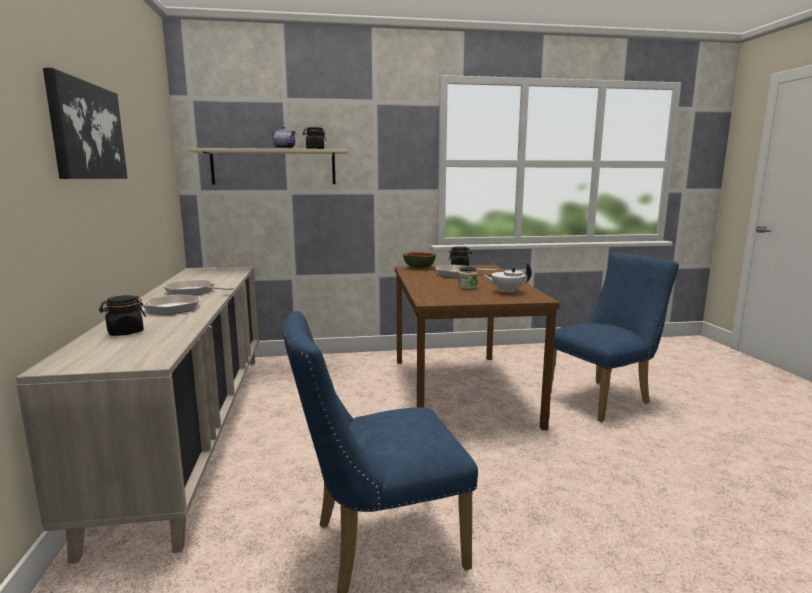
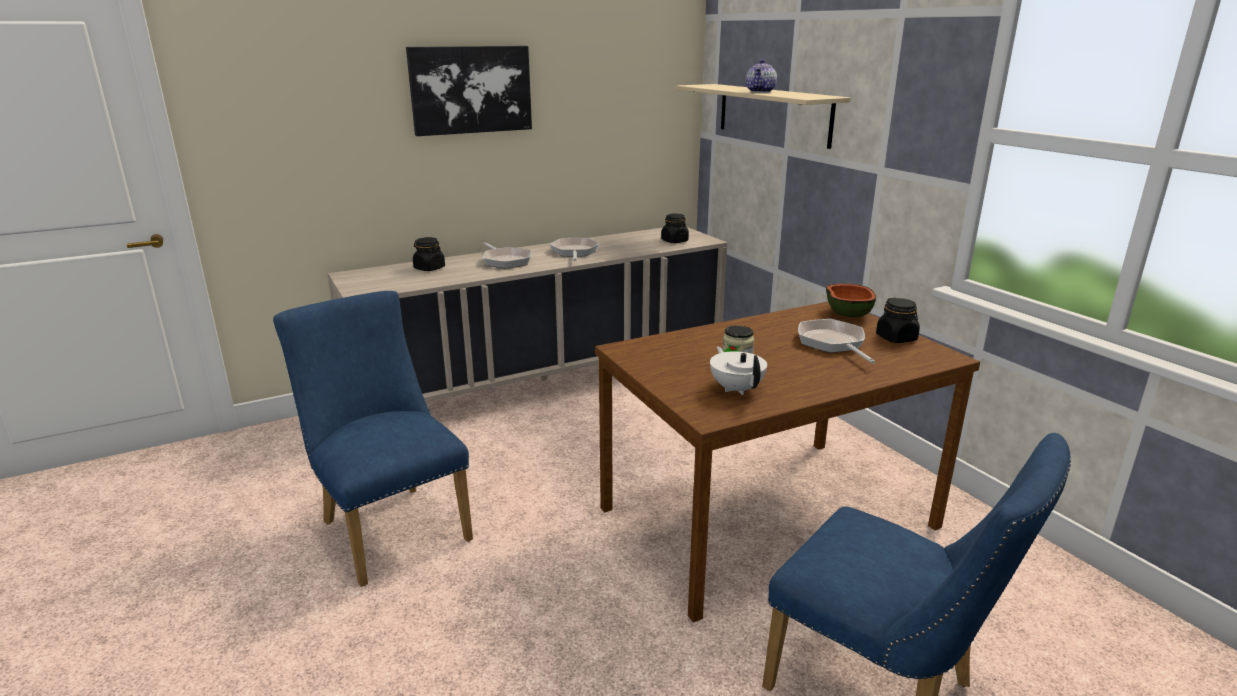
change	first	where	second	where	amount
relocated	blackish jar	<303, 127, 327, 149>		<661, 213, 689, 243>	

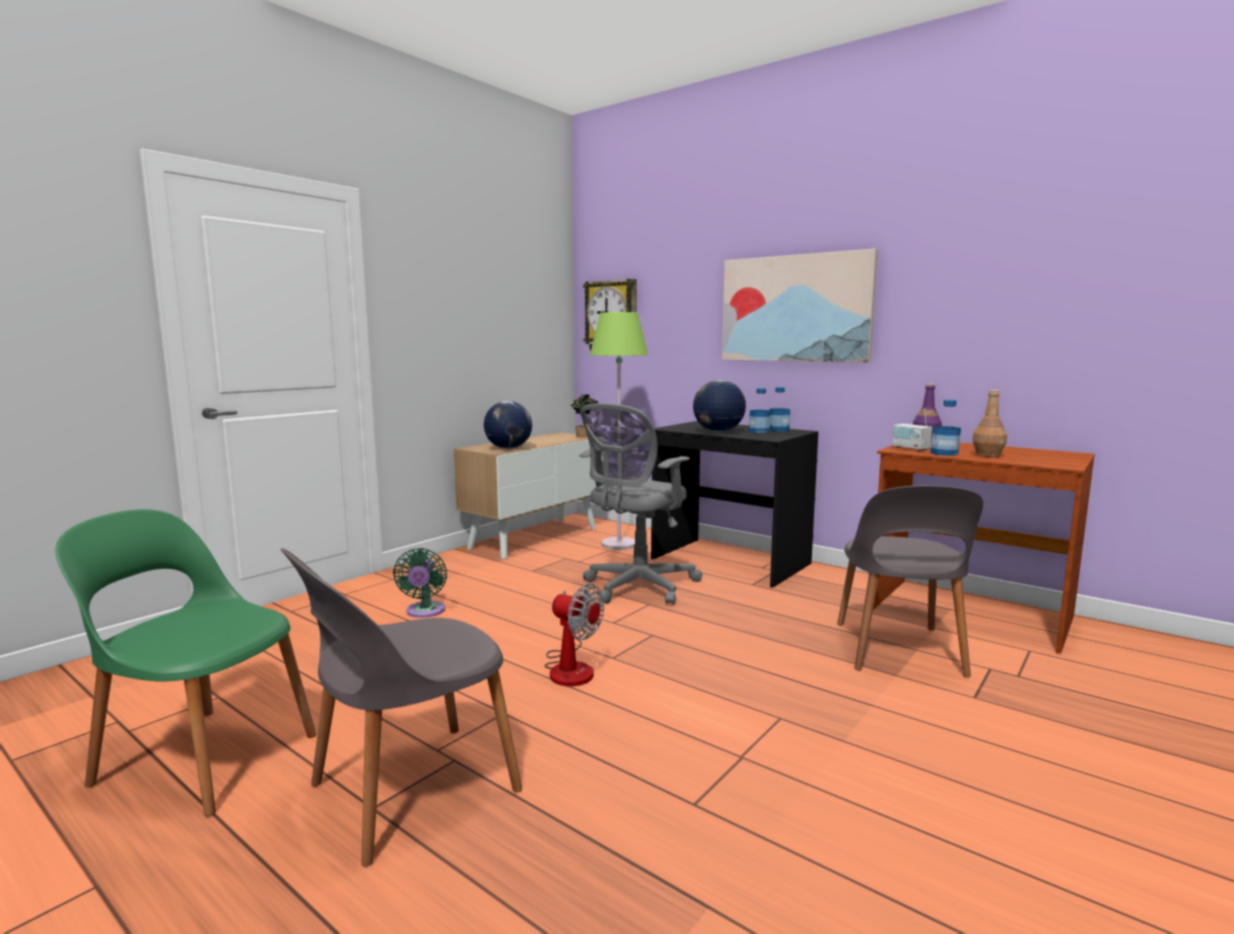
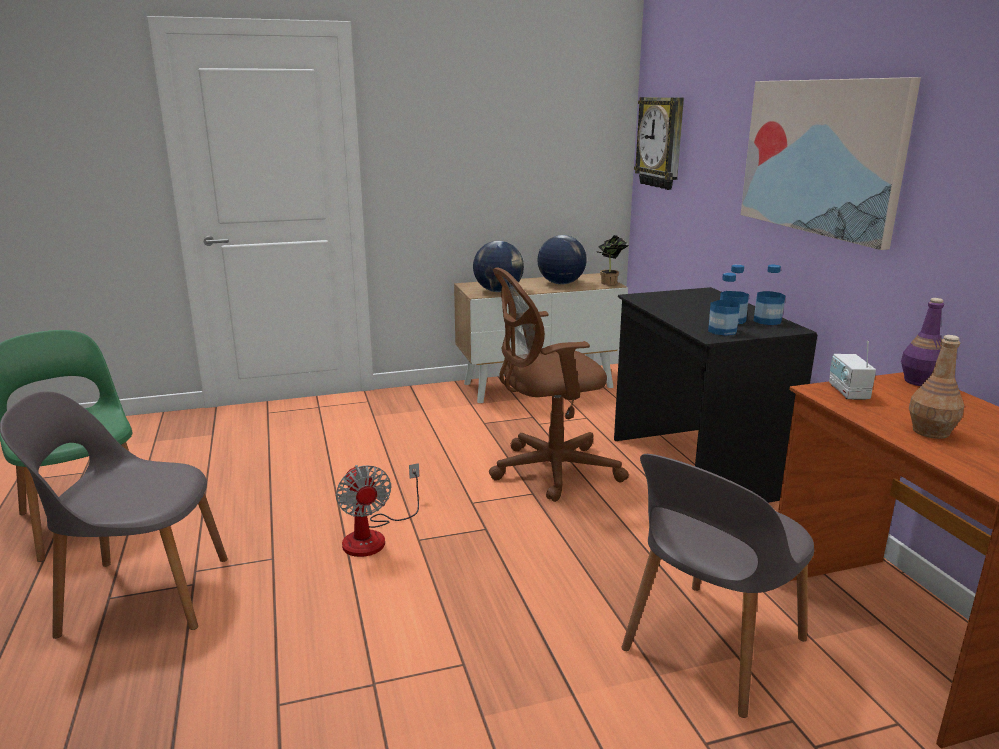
change	first	where	second	where	amount
missing	greenish cooling fan	<393, 548, 447, 618>			
missing	greenish standard lamp	<590, 312, 648, 550>			
relocated	world globe	<693, 380, 746, 432>		<537, 235, 587, 285>	
relocated	beverage bottle	<930, 400, 961, 456>		<708, 273, 740, 336>	
colour	greyish computer chair	<579, 403, 702, 605>	brownish computer chair	<489, 267, 629, 502>	

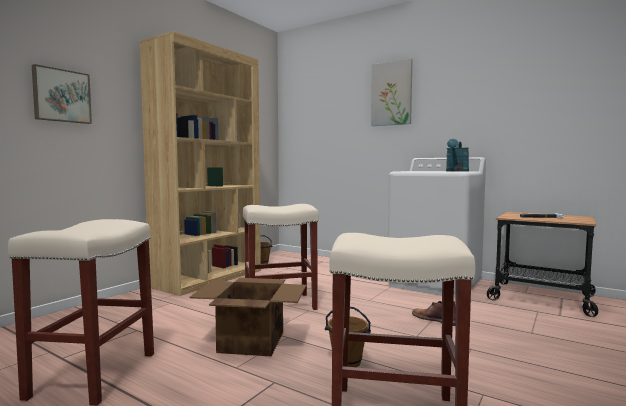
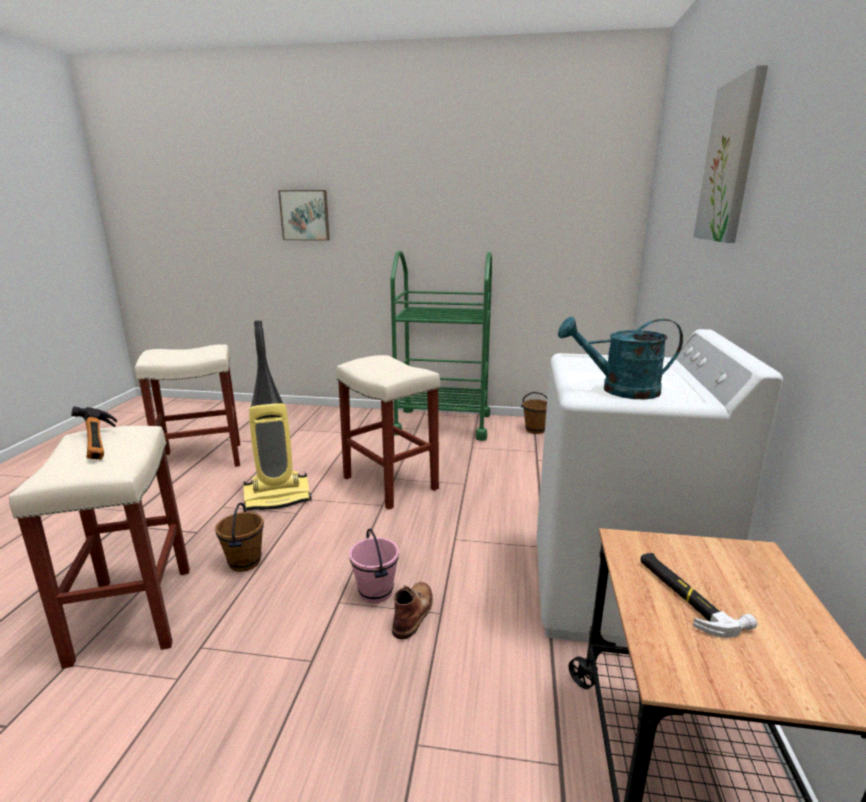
change	first	where	second	where	amount
appeared			hand hammer	<71, 407, 117, 460>	
appeared			pink bucket	<349, 528, 399, 603>	
exchanged	brownish bookcase	<140, 31, 261, 296>	greenish trolley	<390, 251, 492, 441>	
exchanged	carton	<189, 278, 306, 356>	vacuum cleaner	<243, 320, 312, 511>	

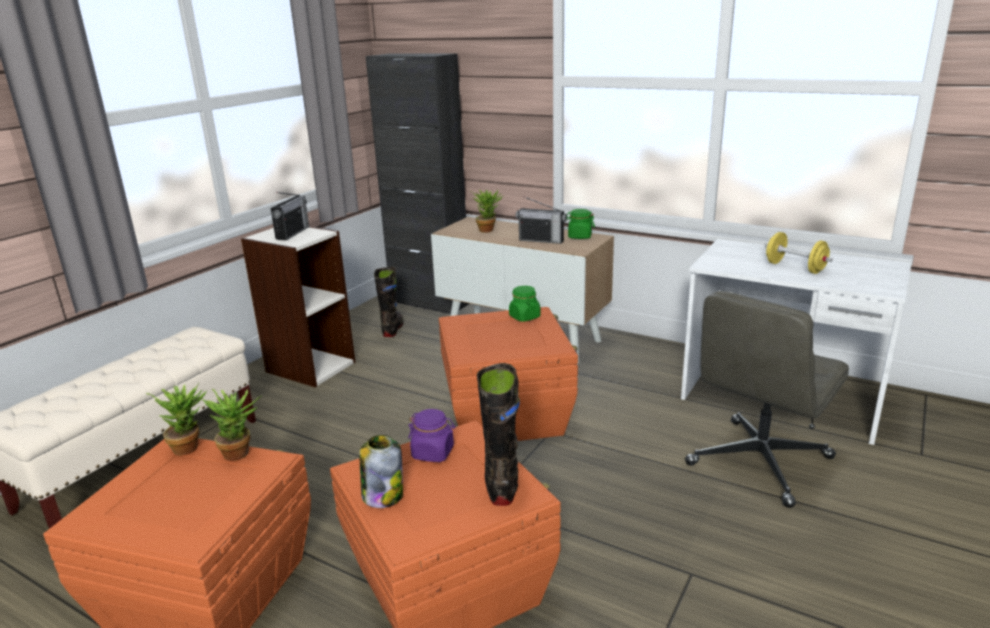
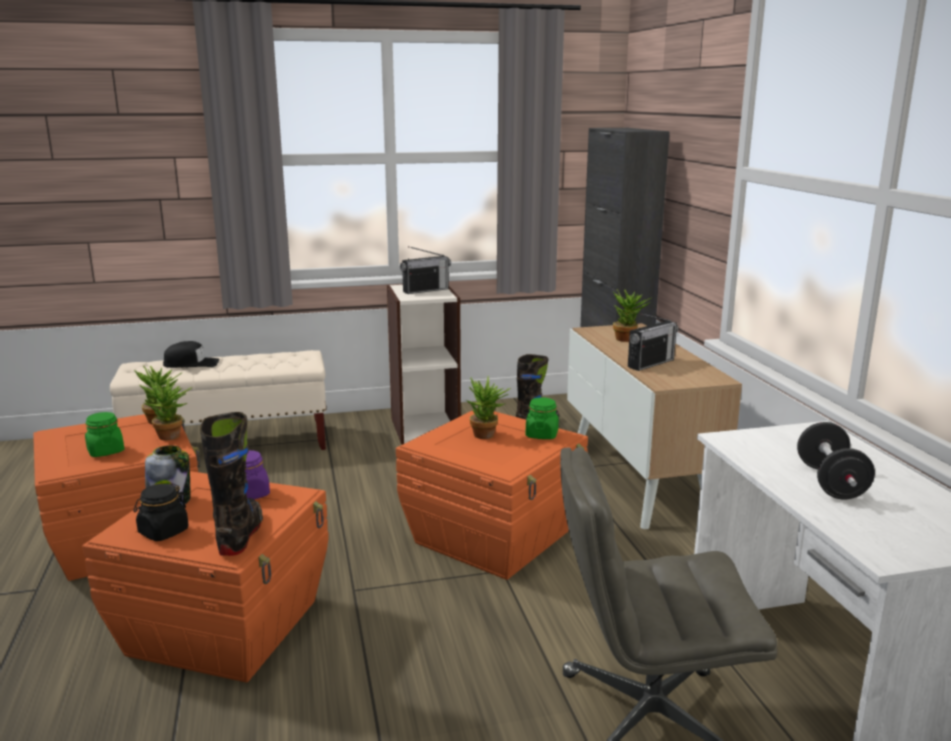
change	first	where	second	where	amount
appeared			blackish jar	<133, 483, 189, 541>	
appeared			blackish cap	<163, 341, 220, 368>	
appeared			plant in a pot	<466, 376, 511, 439>	
relocated	greenish jar	<567, 209, 595, 239>		<85, 412, 124, 457>	
colour	yellow-coloured free weight	<765, 232, 833, 274>	blackish free weight	<797, 422, 875, 500>	
spun	blackish boot	<477, 363, 520, 506>		<200, 412, 263, 556>	45 degrees counterclockwise
spun	radio	<516, 197, 567, 244>		<628, 314, 678, 371>	105 degrees counterclockwise

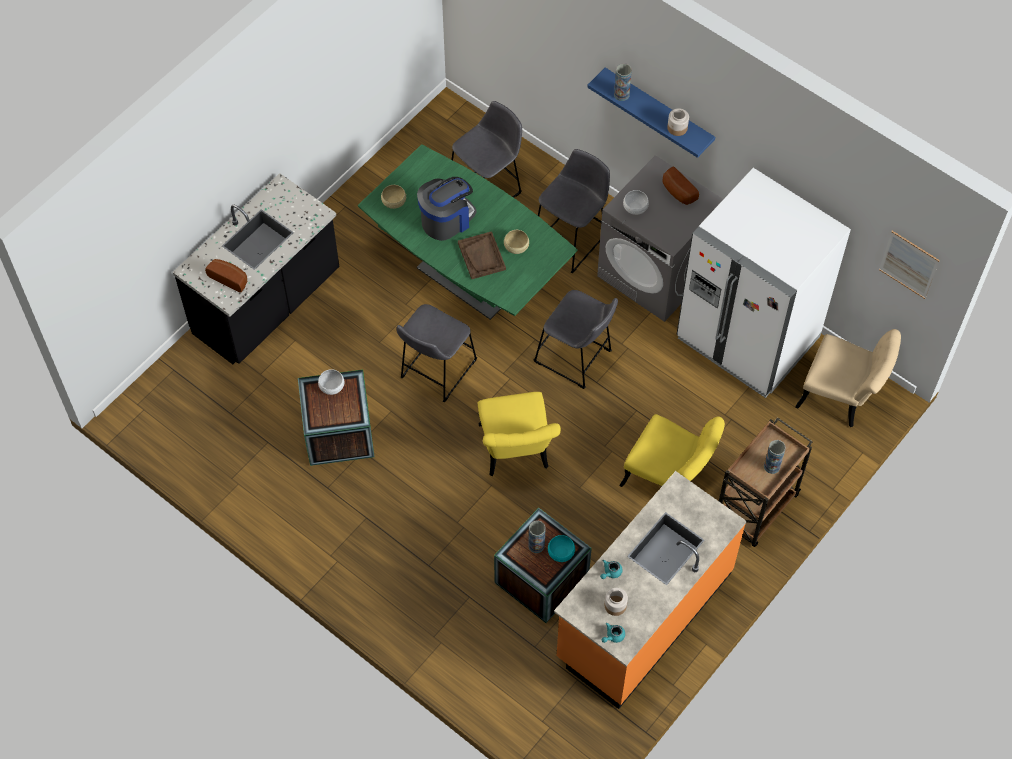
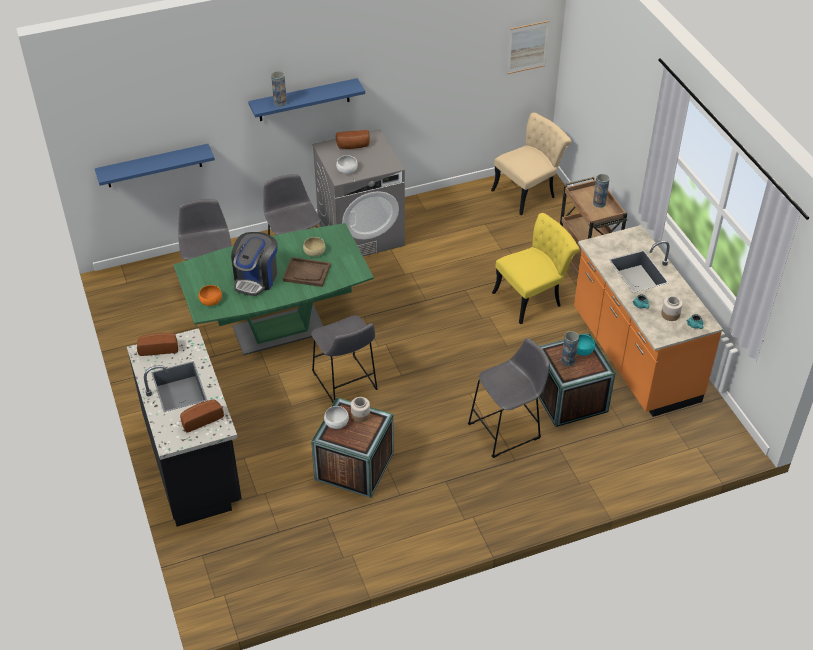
change	first	where	second	where	amount
missing	yellow-coloured chair	<478, 392, 561, 476>			
missing	white-coloured kitchen fridge	<677, 168, 851, 398>			
appeared			bluish shelf	<95, 144, 215, 187>	
appeared			bread	<137, 333, 178, 356>	
relocated	greyish stool seat	<534, 290, 618, 389>		<468, 338, 550, 458>	
relocated	jar	<667, 108, 689, 136>		<351, 397, 370, 422>	
colour	beige-coloured serving bowl	<381, 185, 406, 209>	orange serving bowl	<199, 285, 222, 306>	
spun	coffee machine	<417, 177, 477, 241>		<231, 232, 278, 296>	150 degrees counterclockwise

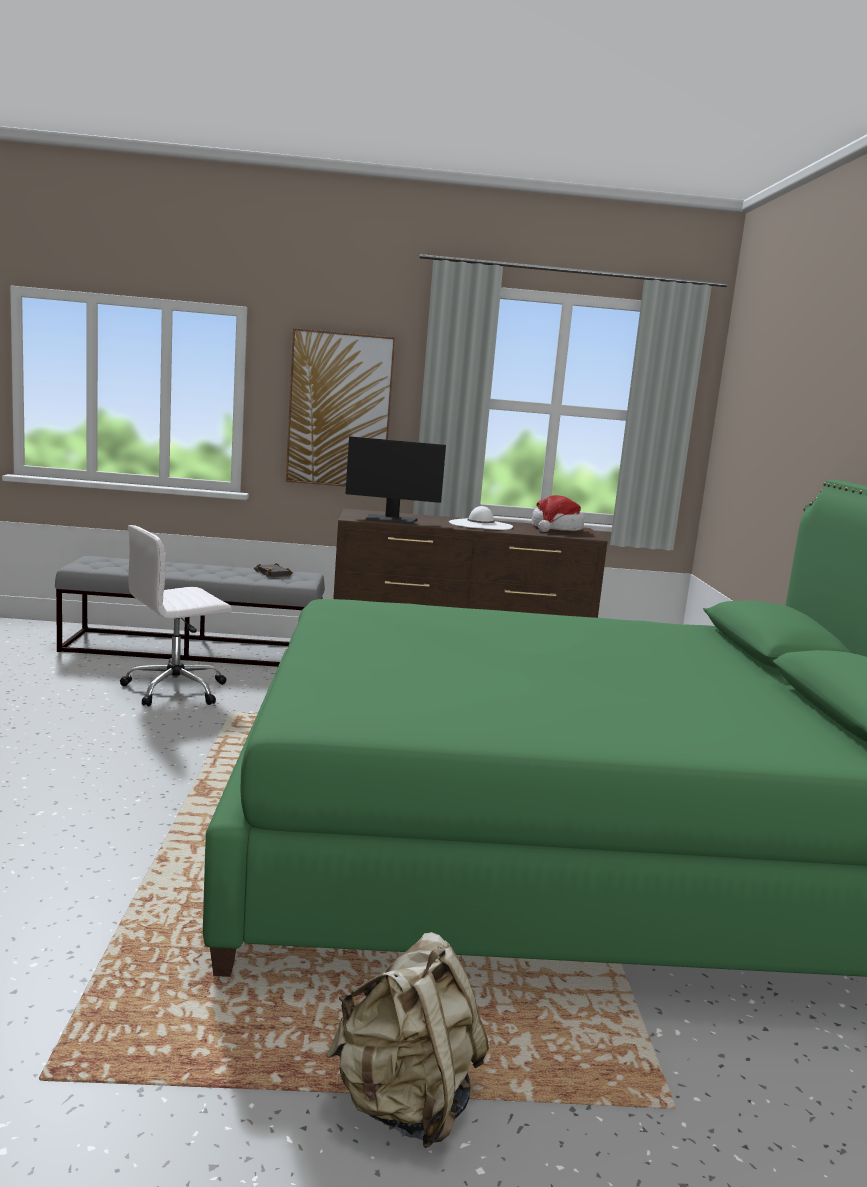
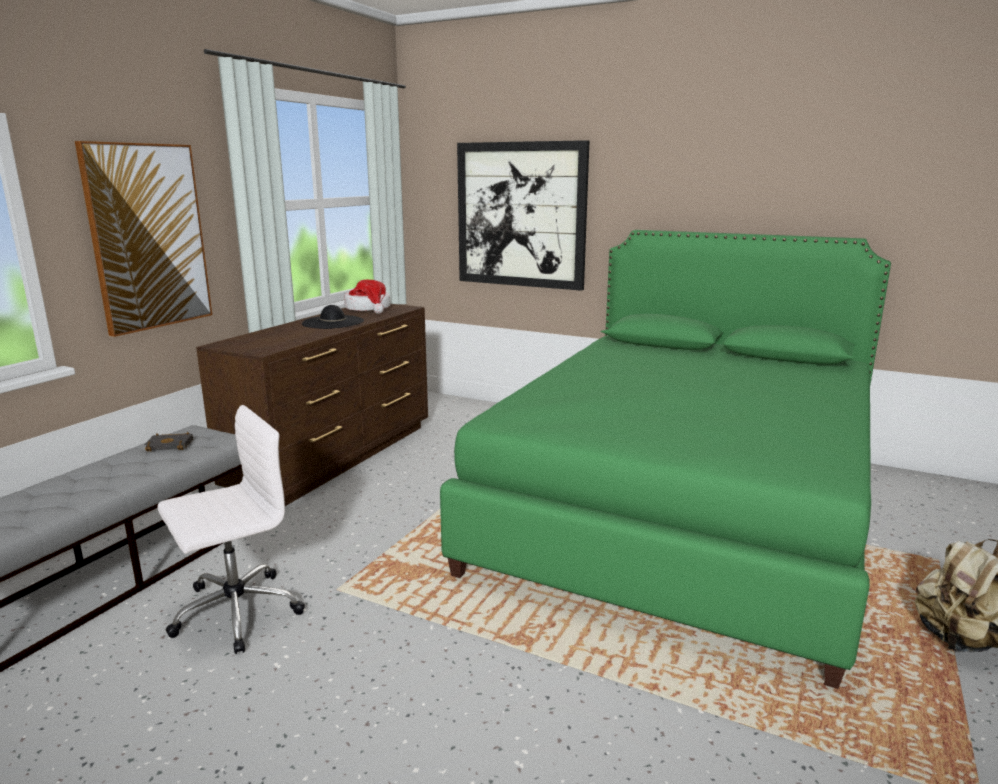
change	first	where	second	where	amount
missing	computer screen	<345, 436, 446, 525>			
appeared			wall picture	<457, 140, 589, 291>	
colour	white-coloured hat	<449, 506, 513, 530>	blackish hat	<302, 305, 364, 329>	
spun	white-coloured computer chair	<120, 525, 232, 706>		<157, 405, 305, 654>	120 degrees counterclockwise

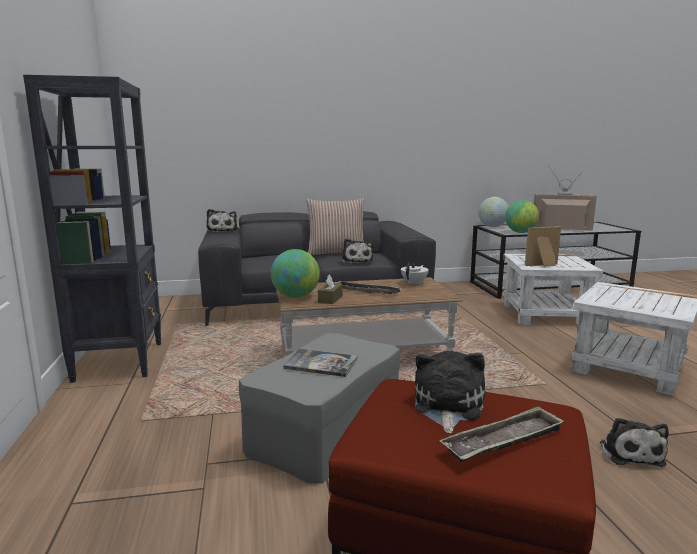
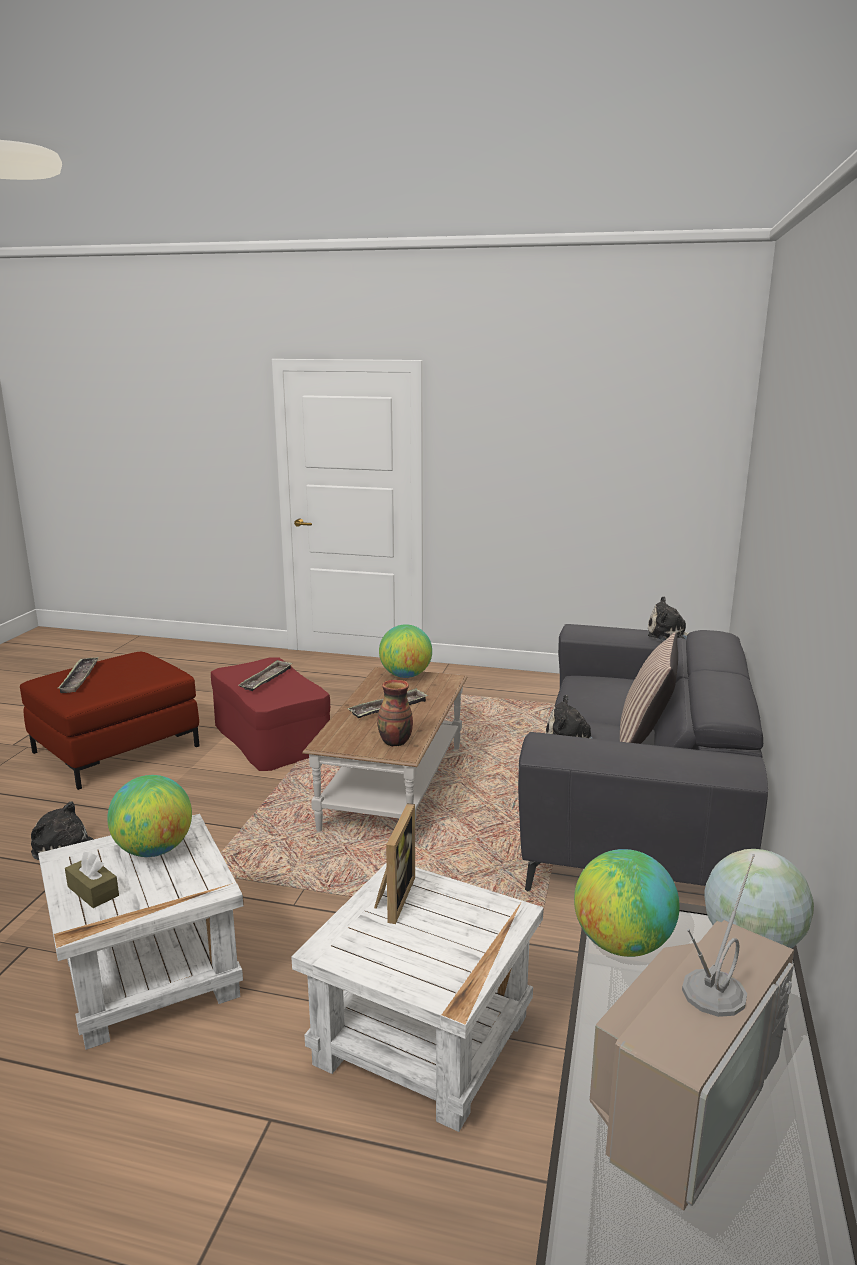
change	first	where	second	where	amount
missing	blackish bookcase	<23, 75, 162, 383>			
missing	plush toy	<415, 351, 485, 433>			
appeared			world globe	<107, 775, 192, 857>	
relocated	brownish tissue box	<318, 275, 343, 304>		<65, 852, 119, 908>	
exchanged	bound book	<283, 349, 358, 377>	carrying tray	<239, 660, 292, 691>	
exchanged	white-coloured teapot	<401, 262, 429, 285>	decorative vase	<377, 680, 413, 747>	
colour	greyish pouffe	<239, 333, 400, 484>	reddish pouffe	<211, 657, 330, 771>	

